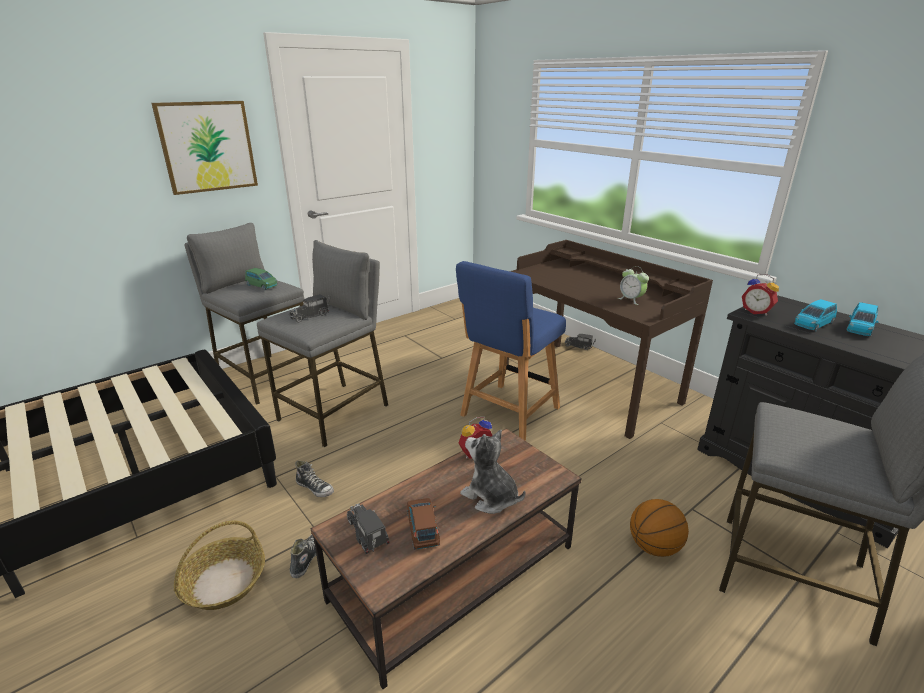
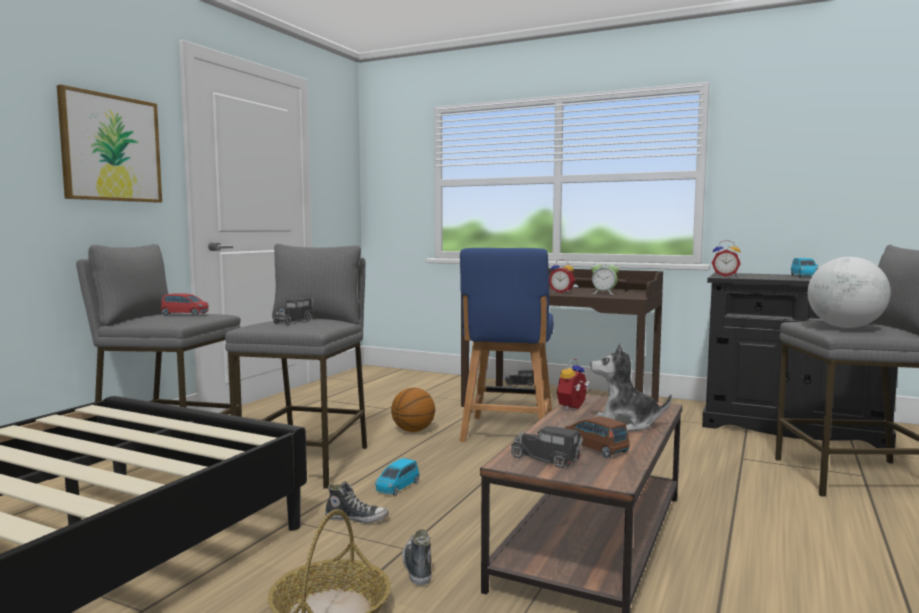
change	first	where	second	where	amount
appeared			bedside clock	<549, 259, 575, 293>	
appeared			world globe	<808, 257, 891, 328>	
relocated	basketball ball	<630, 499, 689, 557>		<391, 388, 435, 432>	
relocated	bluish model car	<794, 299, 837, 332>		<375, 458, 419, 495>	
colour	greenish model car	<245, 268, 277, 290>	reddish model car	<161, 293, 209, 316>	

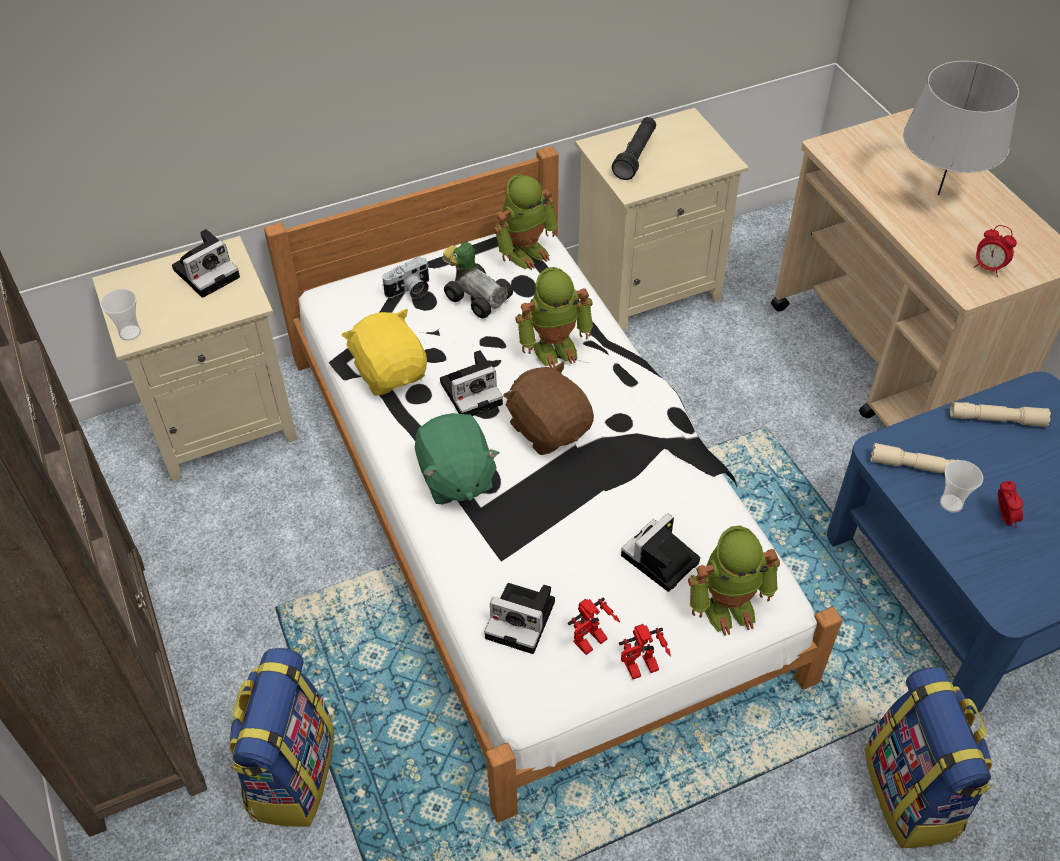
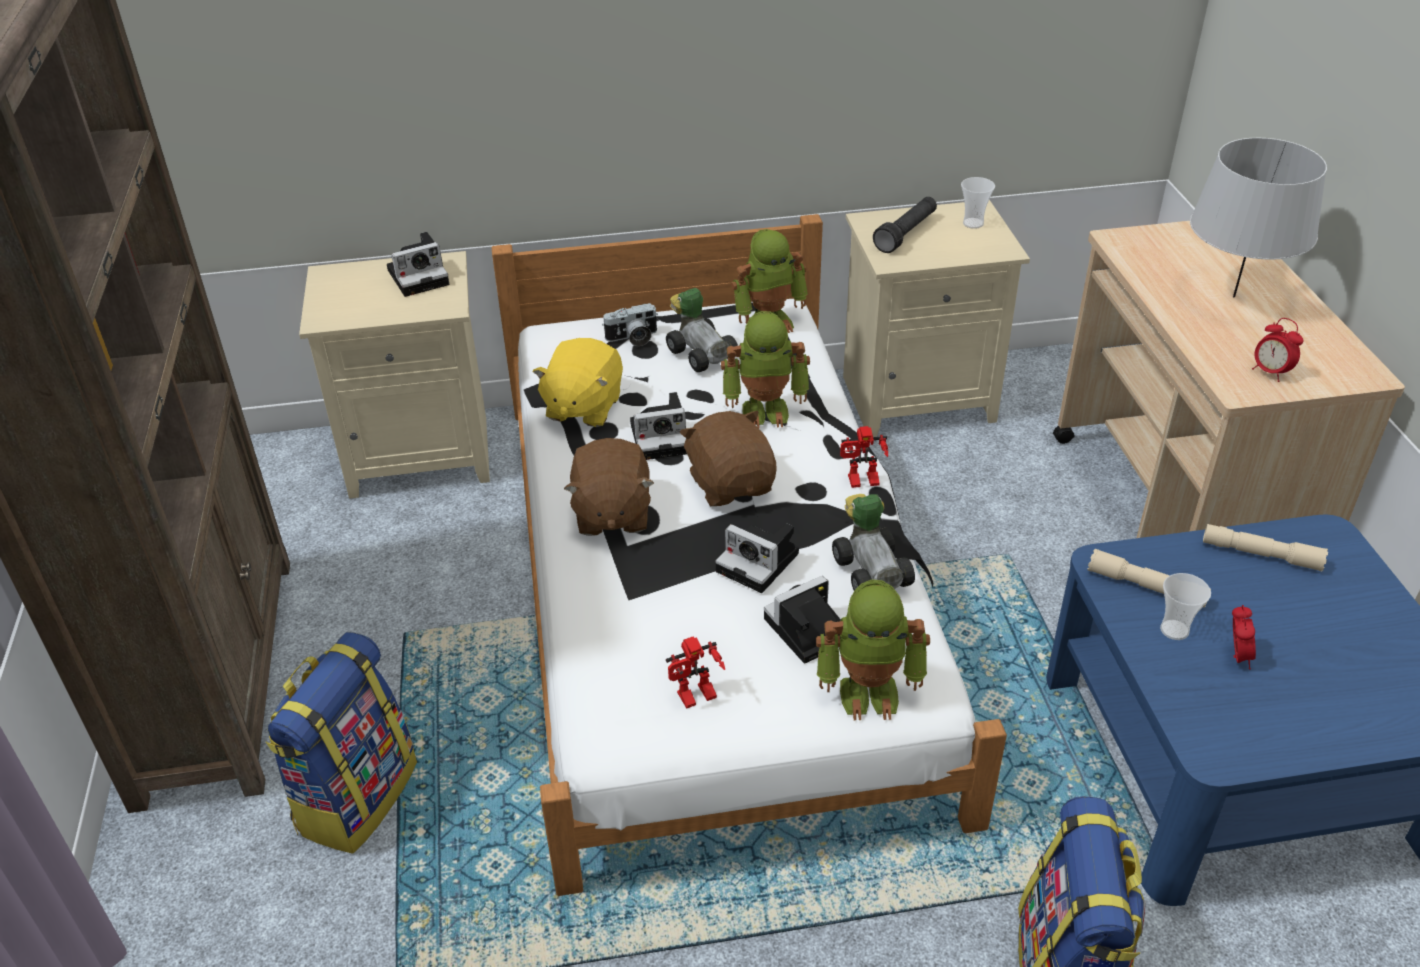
change	first	where	second	where	amount
appeared			model car	<832, 494, 915, 591>	
relocated	drinking cup	<100, 289, 141, 341>		<961, 177, 995, 229>	
relocated	still camera	<484, 583, 555, 654>		<715, 524, 799, 593>	
relocated	toy robot	<619, 624, 671, 679>		<840, 426, 888, 488>	
colour	greenish plush toy	<415, 413, 499, 504>	brownish plush toy	<564, 438, 654, 536>	
spun	yellow-coloured plush toy	<341, 309, 427, 396>		<532, 338, 623, 427>	150 degrees counterclockwise

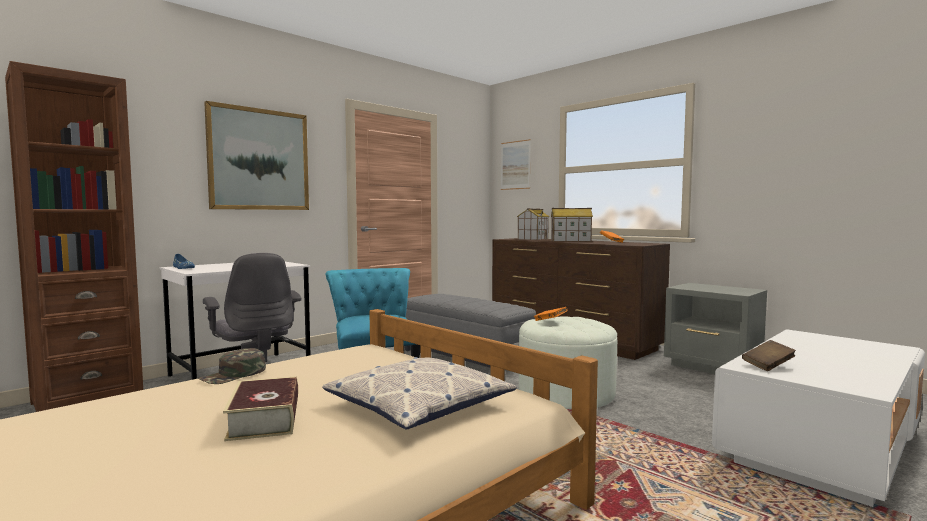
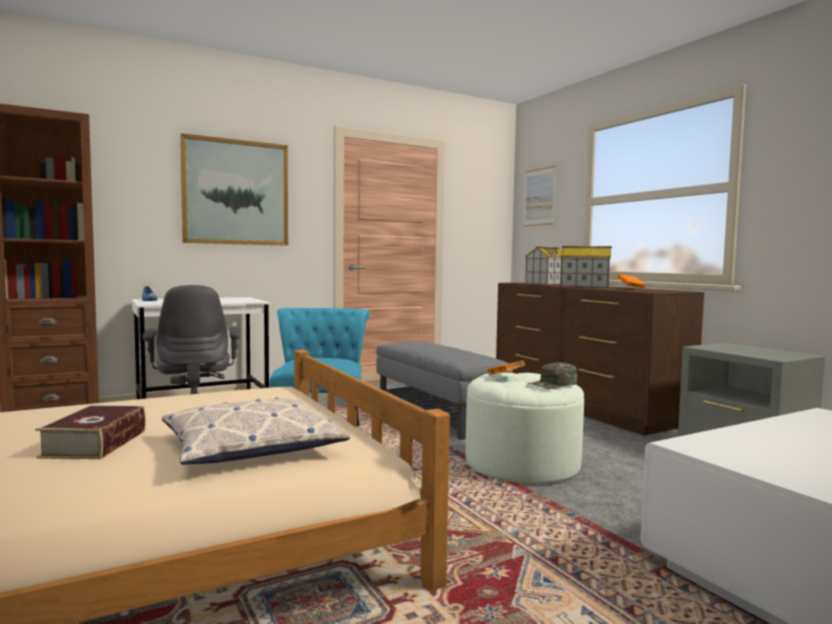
change	first	where	second	where	amount
missing	brownish bound book	<742, 340, 796, 371>			
relocated	greenish cap	<198, 348, 266, 384>		<528, 362, 577, 389>	

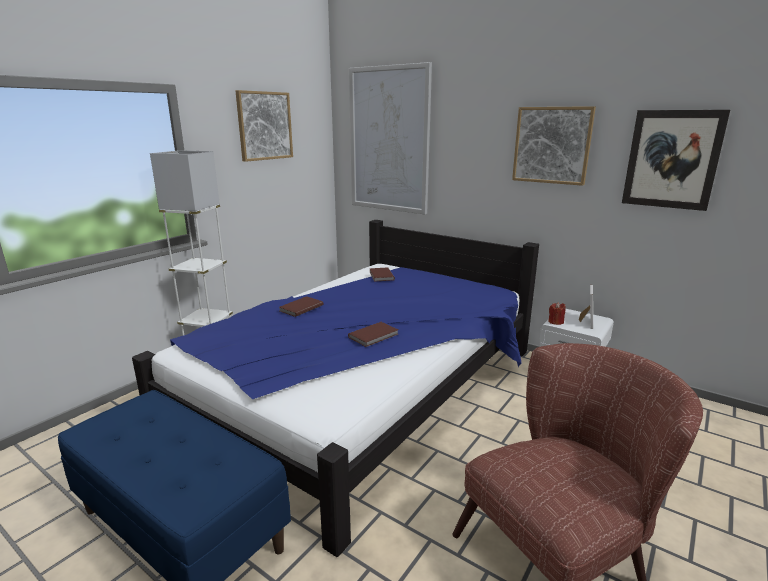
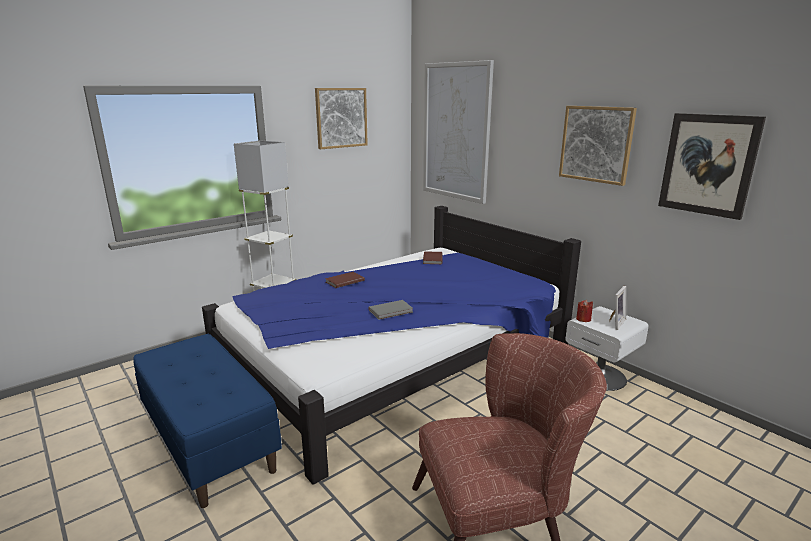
change	first	where	second	where	amount
colour	brownish bound book	<348, 322, 398, 347>	greyish bound book	<369, 300, 413, 320>	

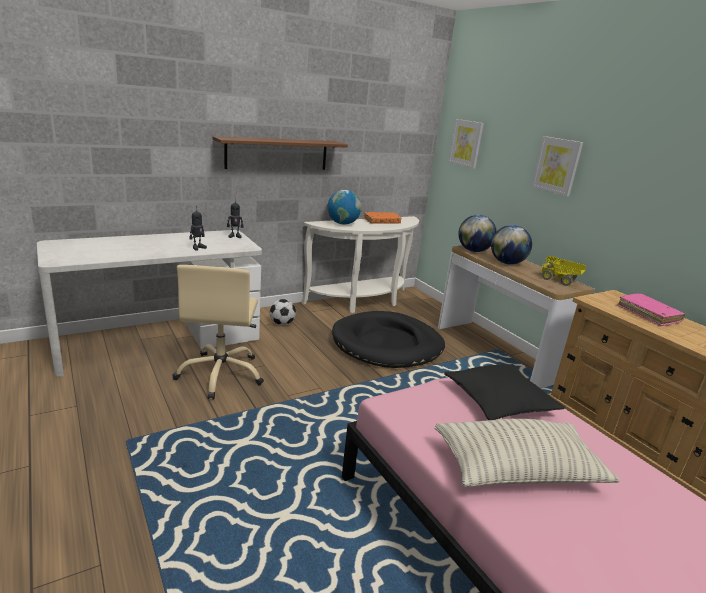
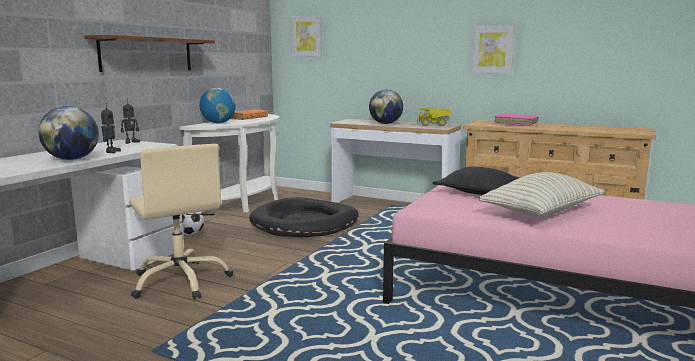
change	first	where	second	where	amount
relocated	world globe	<458, 215, 497, 252>		<38, 106, 99, 160>	
relocated	wall picture	<531, 136, 583, 196>		<471, 25, 515, 73>	

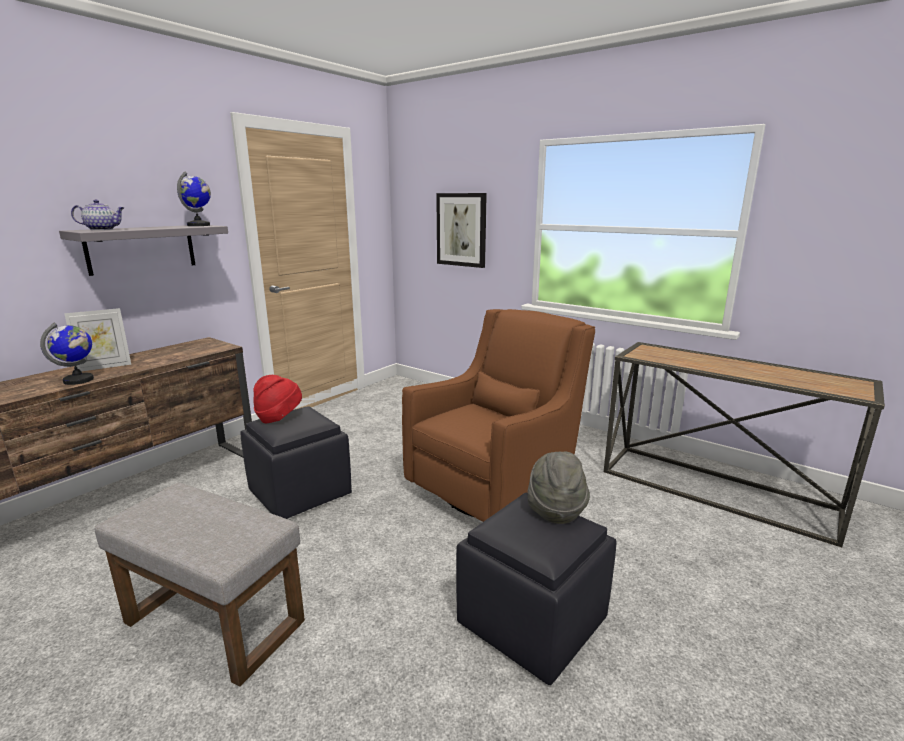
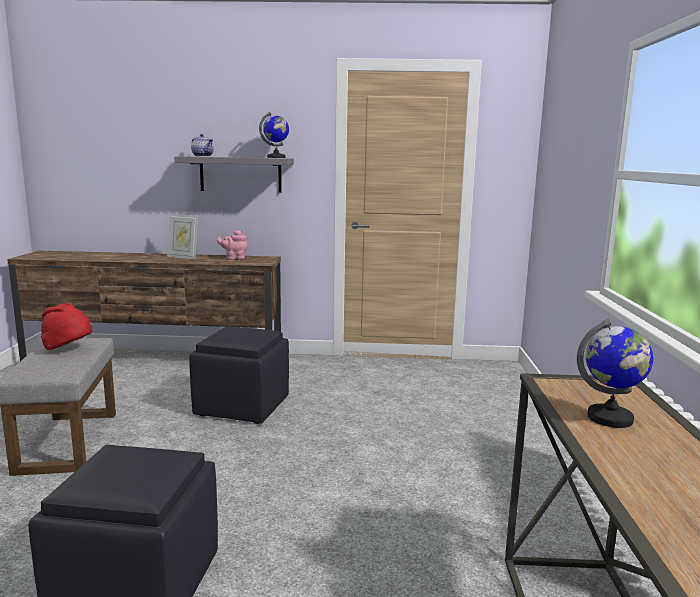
change	first	where	second	where	amount
missing	brownish lounge chair	<402, 309, 595, 522>			
missing	wall picture	<436, 193, 487, 268>			
missing	greyish hat	<527, 452, 590, 524>			
appeared			pink teapot	<217, 230, 248, 260>	
relocated	world globe	<40, 323, 94, 385>		<577, 319, 653, 428>	
relocated	reddish hat	<253, 375, 302, 423>		<41, 303, 93, 350>	

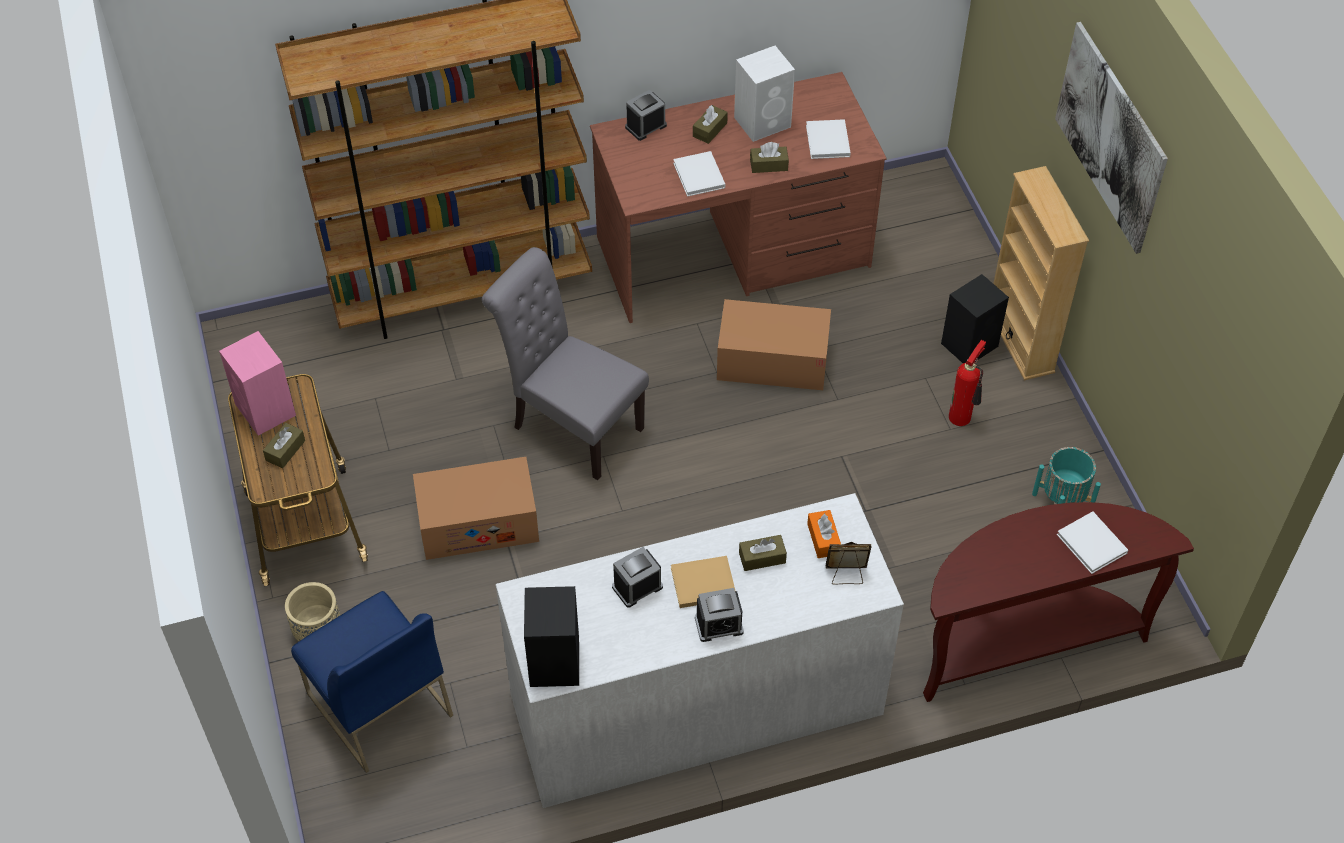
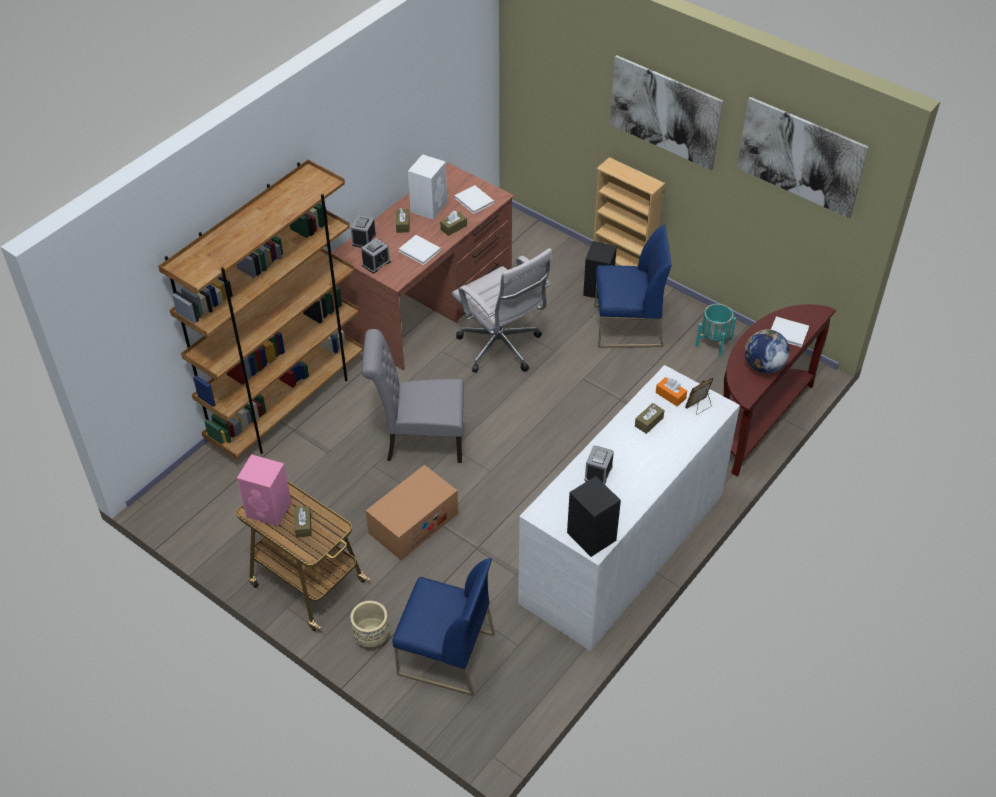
change	first	where	second	where	amount
missing	beige-coloured bound book	<671, 556, 735, 608>			
appeared			wall picture	<737, 97, 869, 218>	
appeared			world globe	<745, 330, 790, 373>	
relocated	bedside clock	<695, 588, 744, 642>		<361, 238, 391, 273>	
exchanged	carton	<717, 299, 831, 390>	white-coloured computer chair	<452, 248, 552, 373>	
exchanged	fire-fighting cylinder	<949, 340, 986, 426>	bluish chair	<595, 224, 672, 348>	

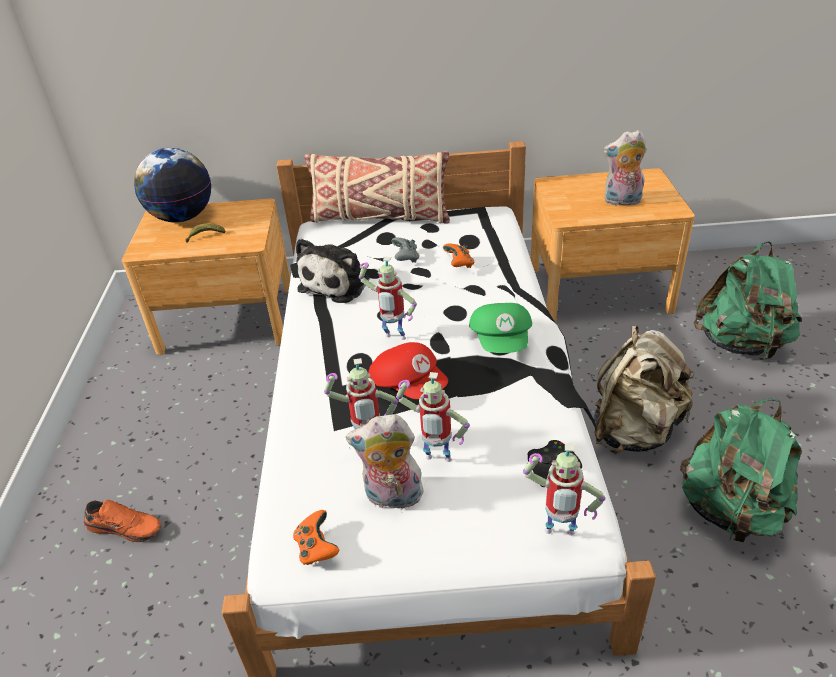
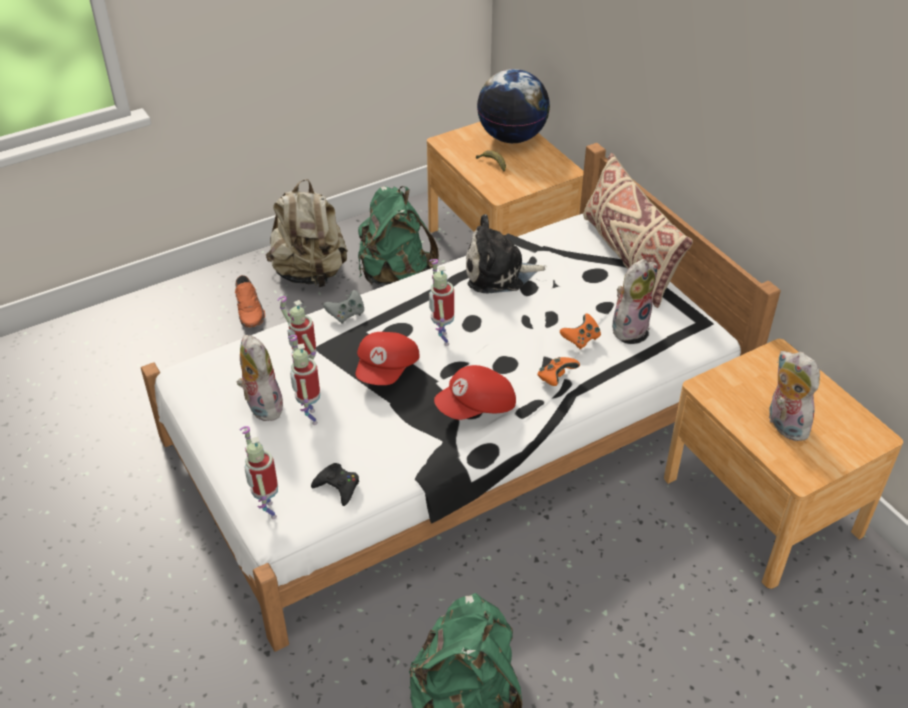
change	first	where	second	where	amount
appeared			plush toy	<612, 259, 657, 341>	
relocated	orange game controller	<293, 510, 339, 565>		<537, 357, 580, 386>	
relocated	greyish game controller	<392, 238, 419, 263>		<323, 290, 364, 324>	
relocated	beige-coloured backpack	<594, 326, 695, 453>		<266, 179, 348, 288>	
relocated	greenish backpack	<693, 241, 802, 359>		<358, 186, 439, 285>	
colour	greenish cap	<469, 303, 532, 353>	reddish cap	<434, 365, 516, 420>	

